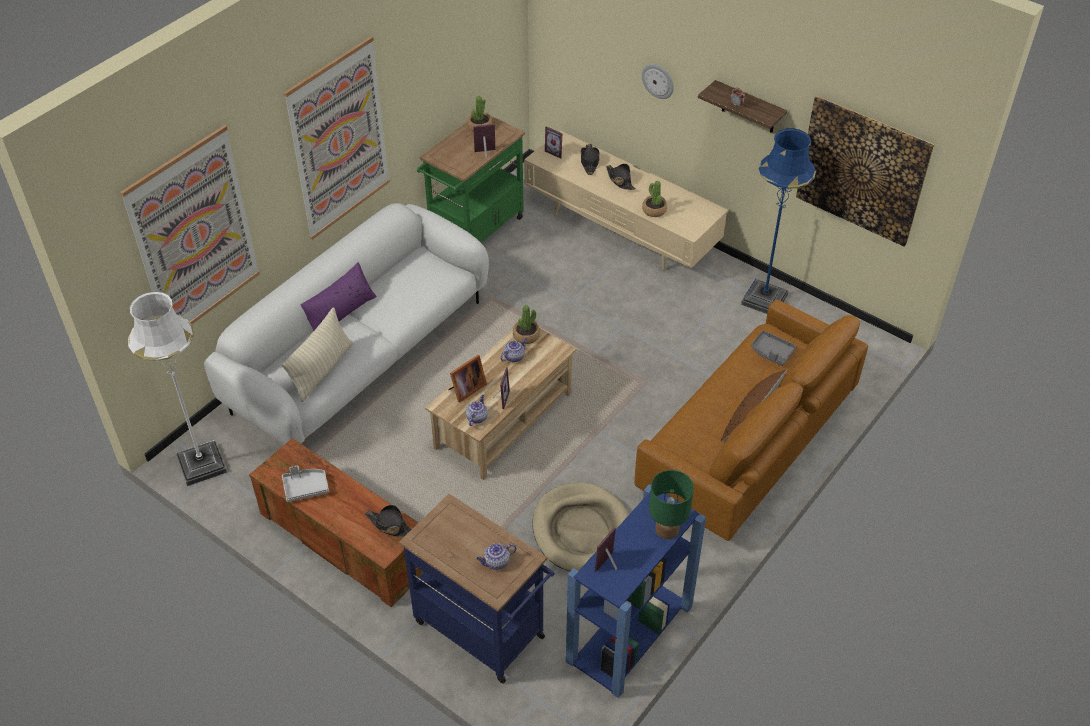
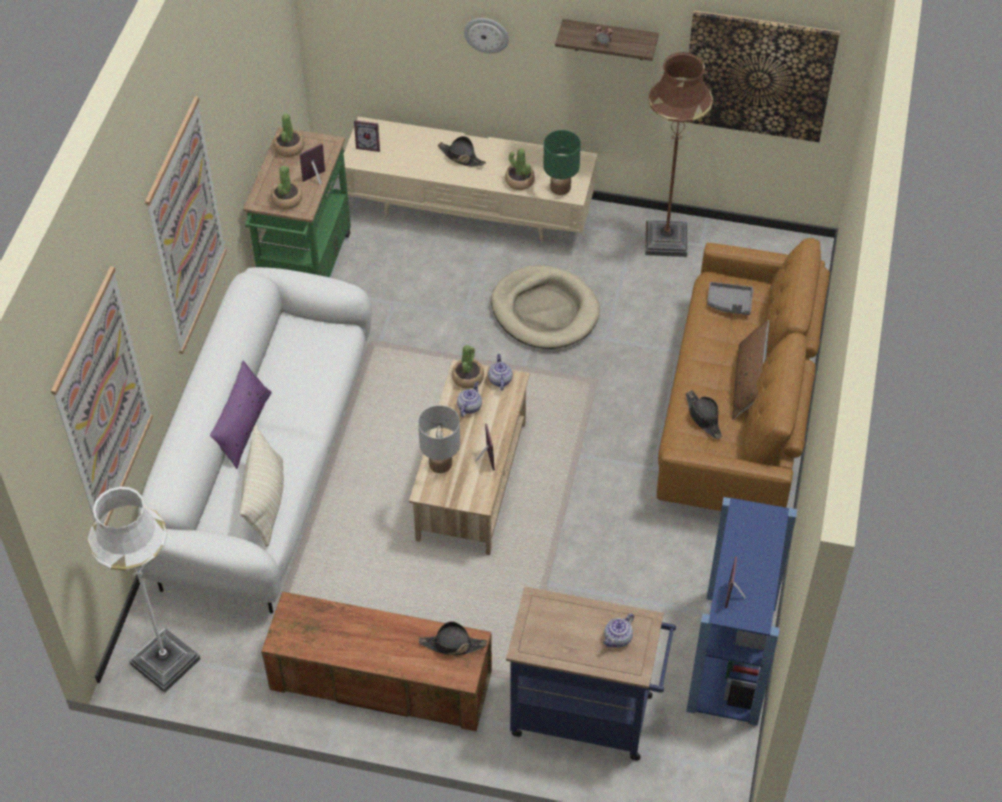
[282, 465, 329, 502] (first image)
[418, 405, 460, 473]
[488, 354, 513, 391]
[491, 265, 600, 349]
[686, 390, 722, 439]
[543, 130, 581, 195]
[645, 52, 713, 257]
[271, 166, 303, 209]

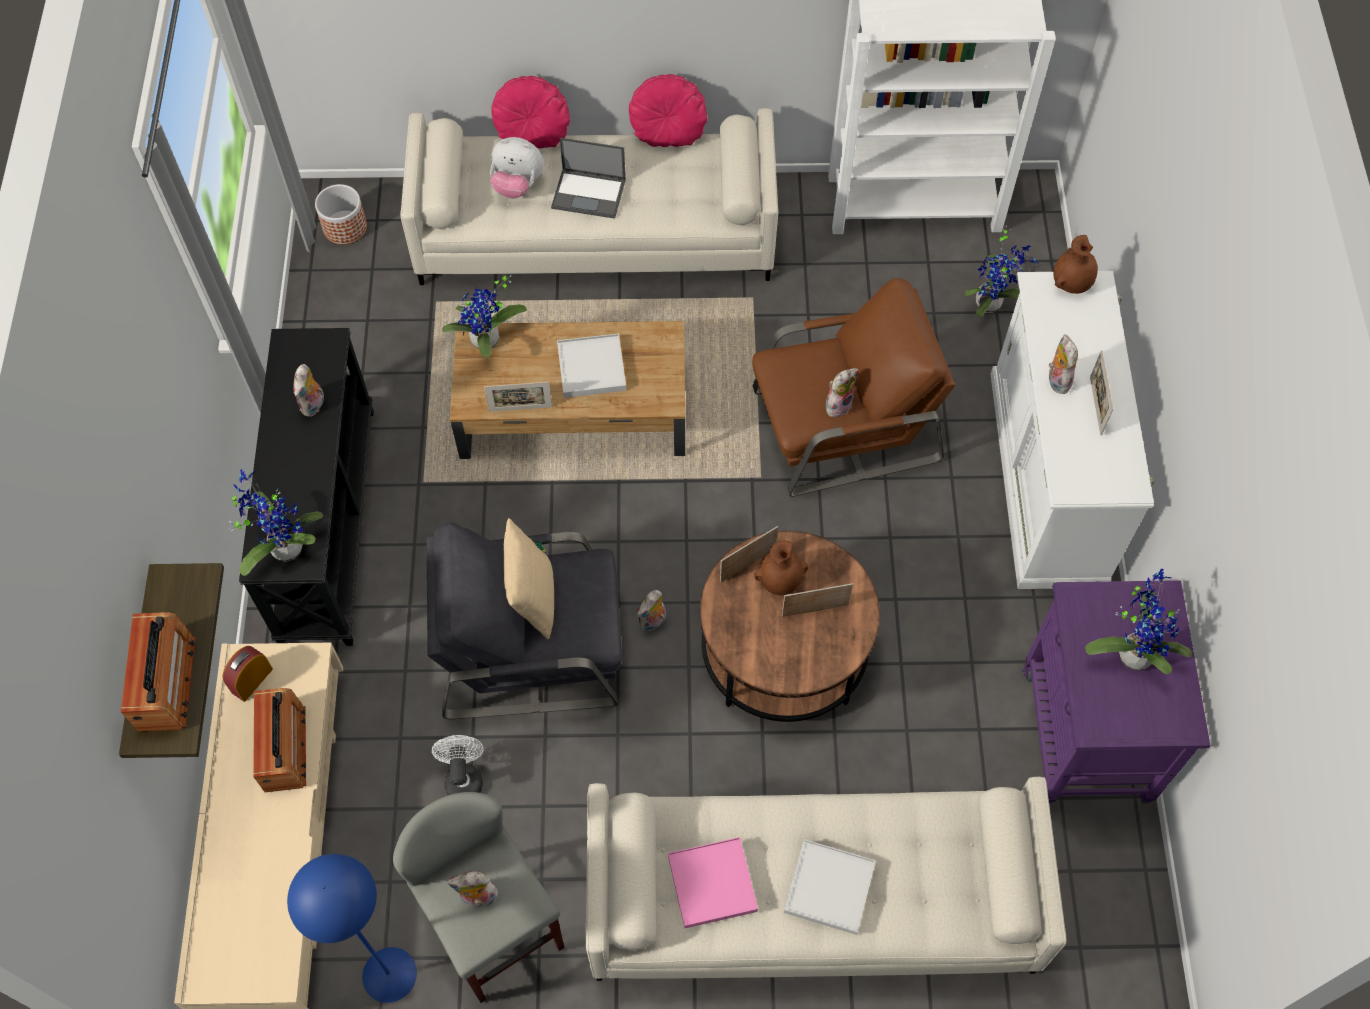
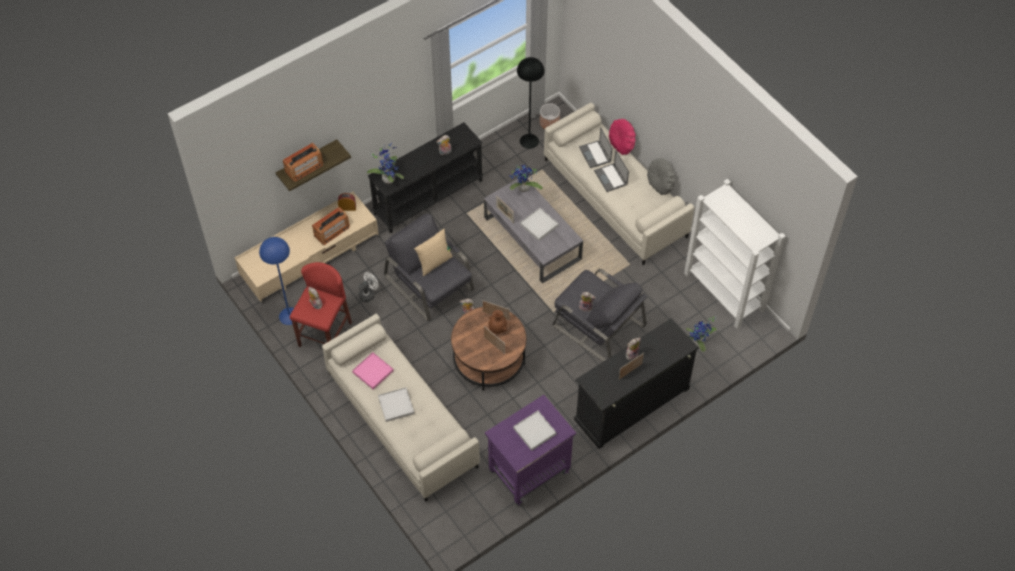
[290, 262, 352, 347]
[484, 179, 583, 284]
[579, 127, 612, 168]
[647, 158, 675, 195]
[553, 269, 647, 361]
[574, 318, 699, 449]
[1053, 235, 1098, 294] (first image)
[513, 411, 556, 451]
[517, 57, 545, 149]

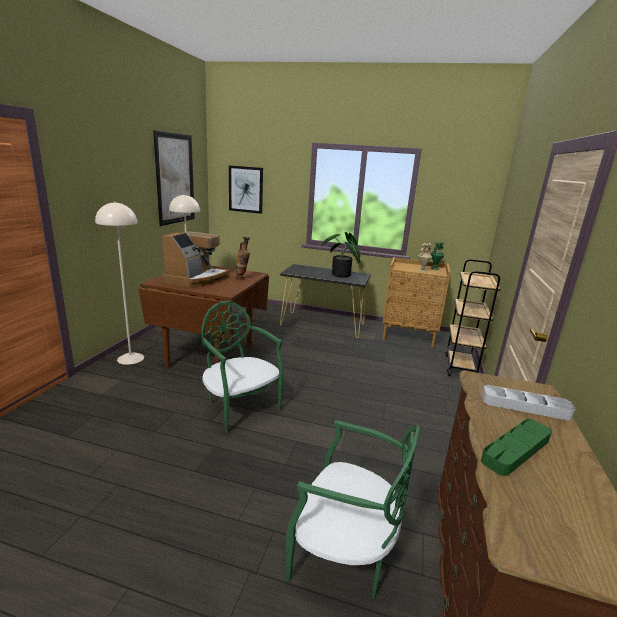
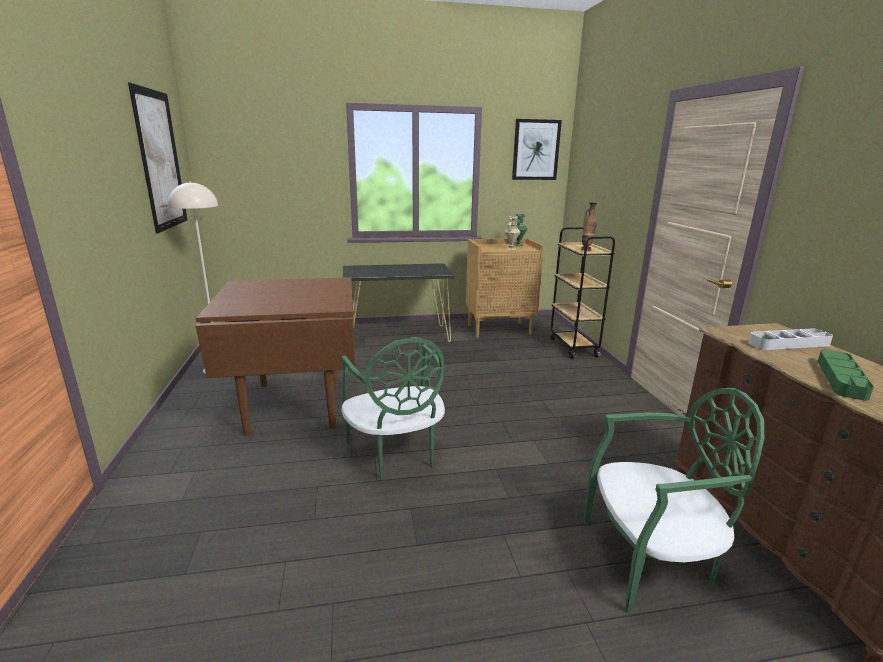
[95, 202, 144, 365] (first image)
[162, 231, 230, 287] (first image)
[341, 337, 445, 479]
[512, 119, 562, 180]
[581, 202, 598, 251]
[321, 232, 360, 277] (first image)

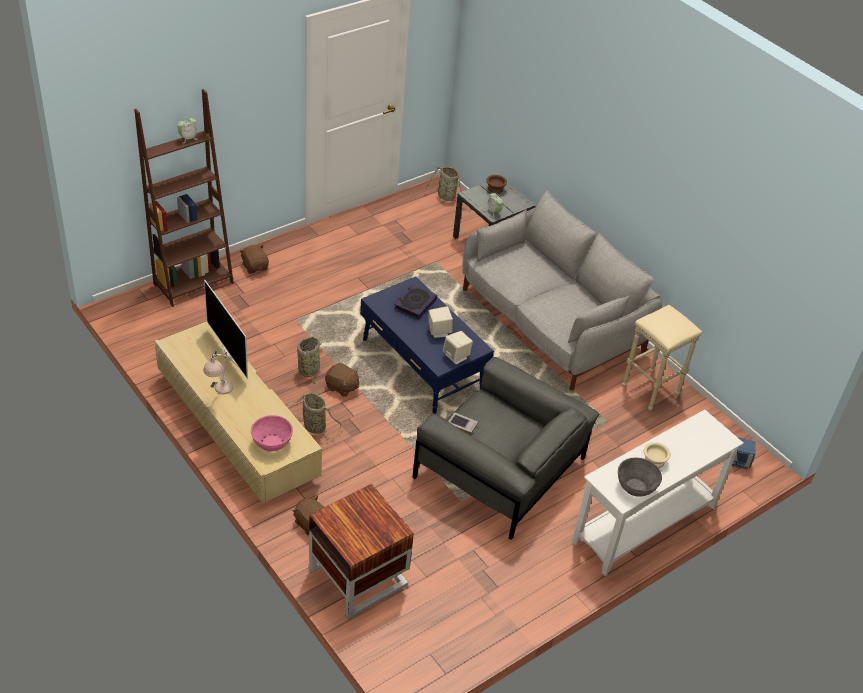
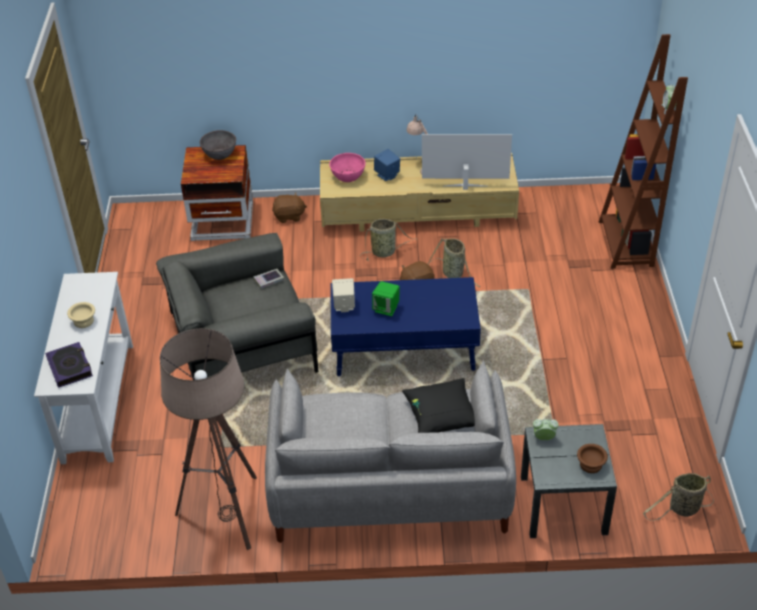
[239, 245, 269, 274] (first image)
[45, 342, 93, 388]
[372, 281, 400, 316]
[200, 130, 236, 160]
[160, 328, 257, 550]
[374, 149, 400, 181]
[402, 378, 475, 433]

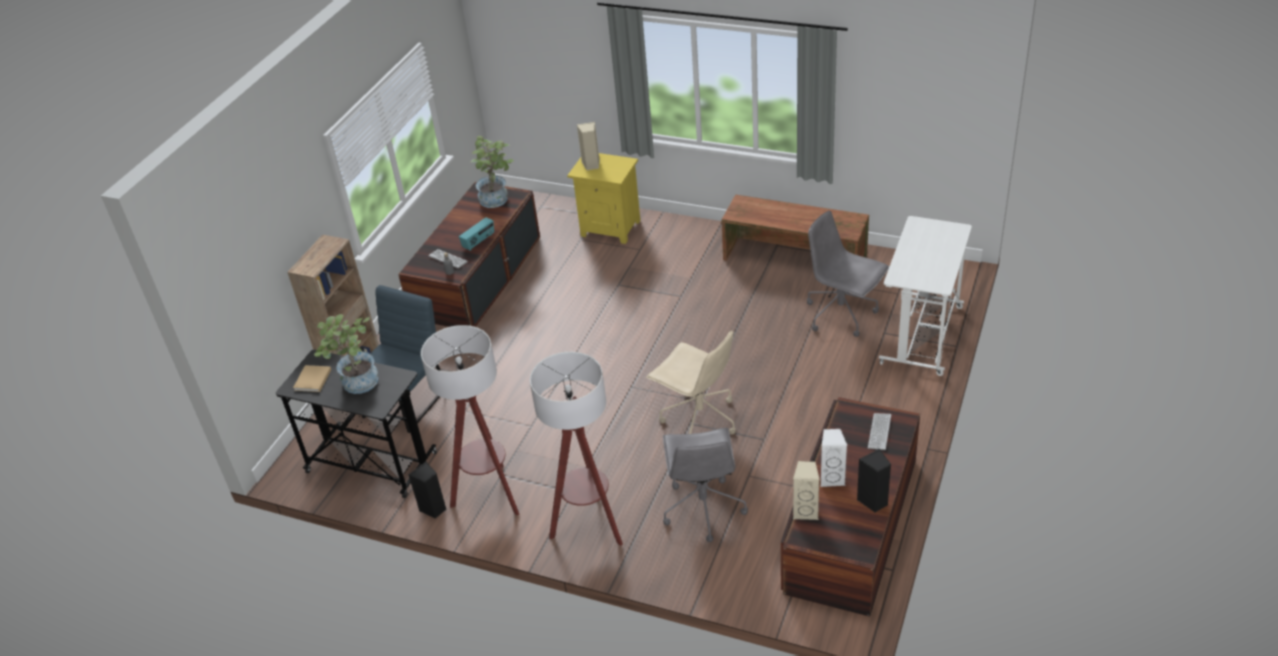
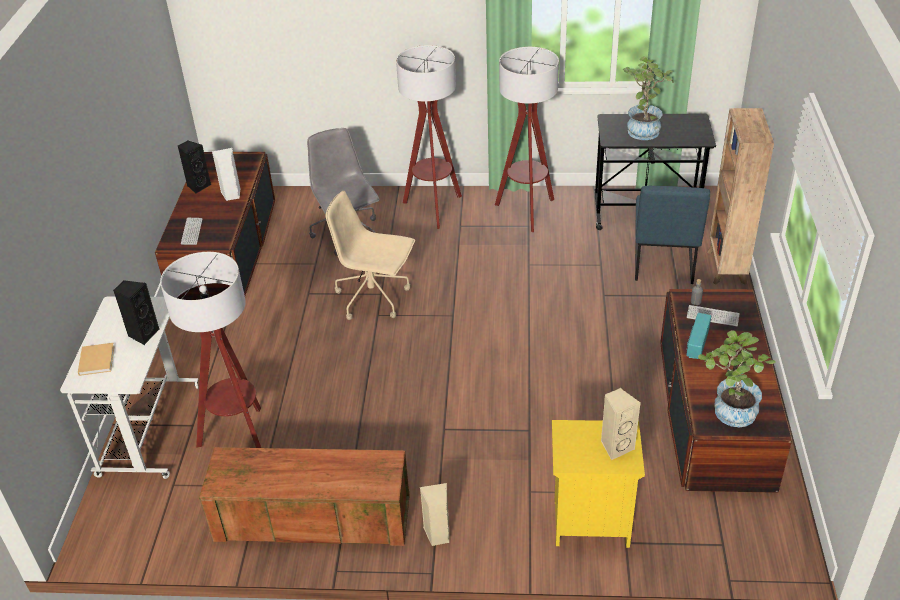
[78, 343, 114, 376]
[113, 280, 160, 345]
[420, 483, 449, 546]
[160, 252, 261, 448]

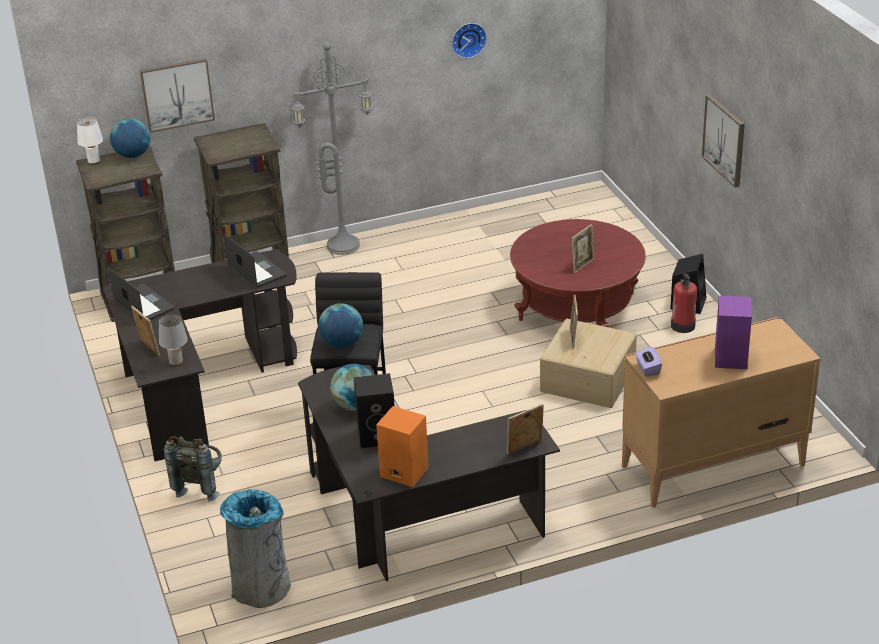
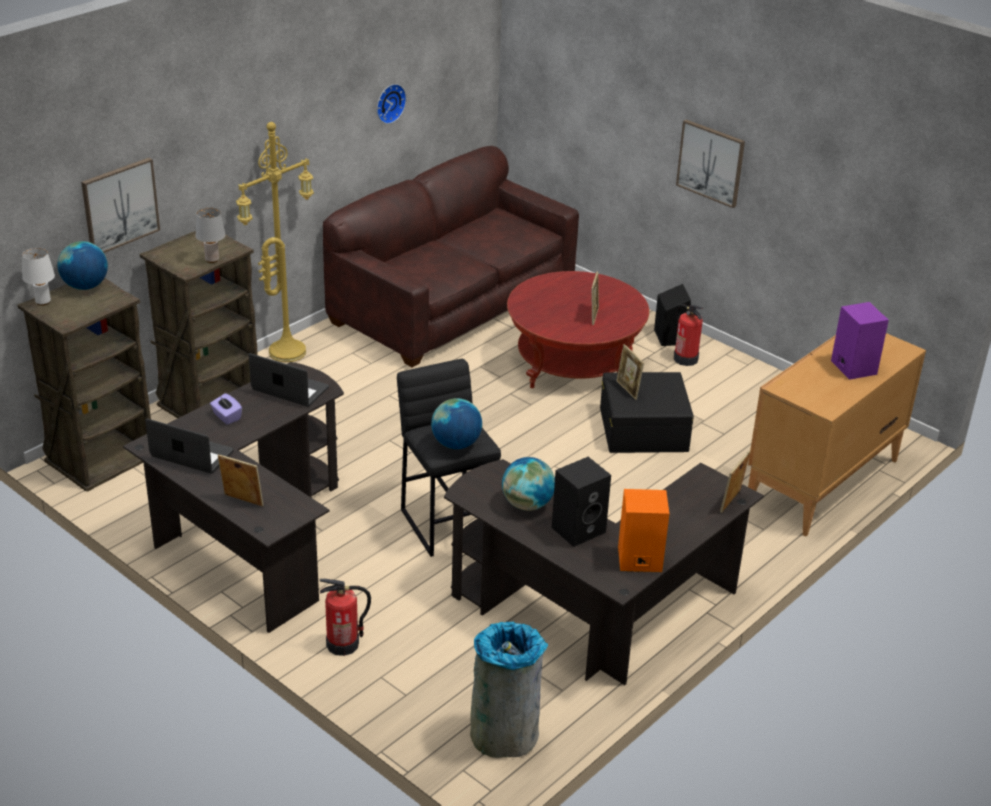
[196, 208, 226, 263]
[320, 579, 371, 656]
[236, 122, 314, 362]
[600, 372, 694, 453]
[210, 393, 242, 425]
[323, 146, 579, 367]

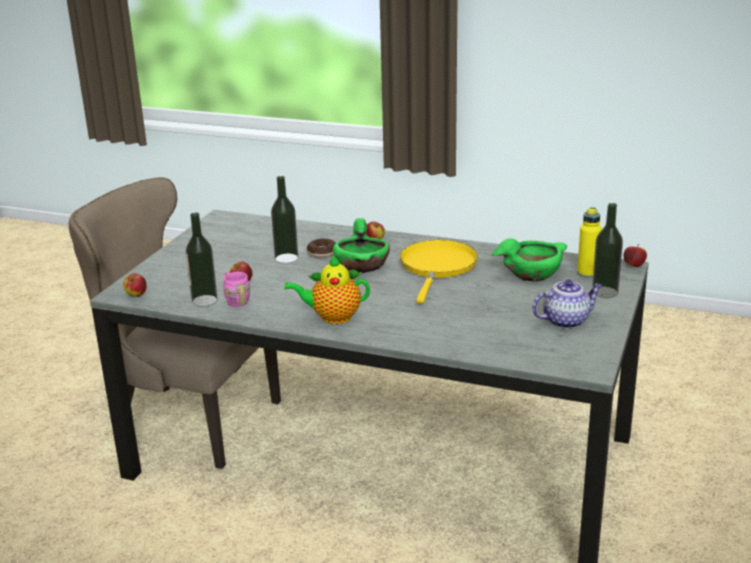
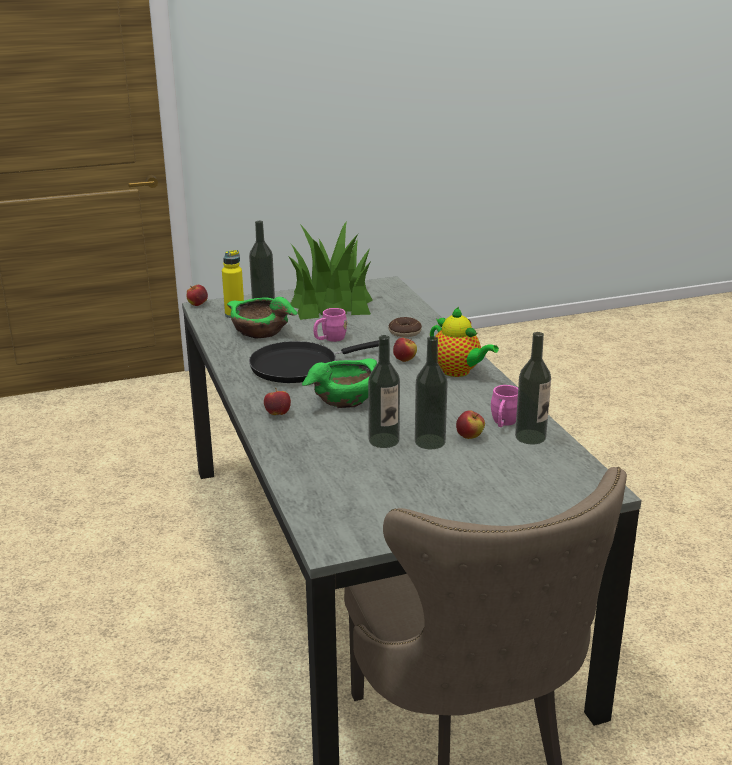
[393, 338, 417, 362]
[389, 317, 422, 337]
[249, 340, 379, 383]
[288, 221, 373, 320]
[314, 308, 347, 342]
[415, 336, 447, 449]

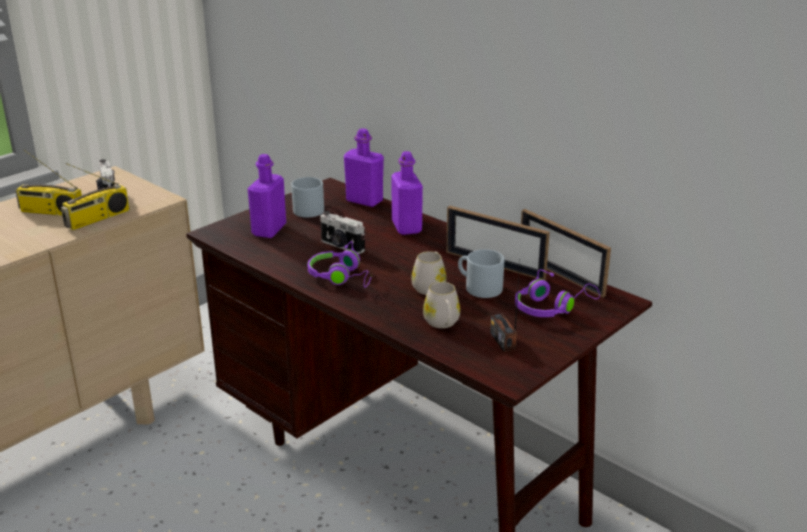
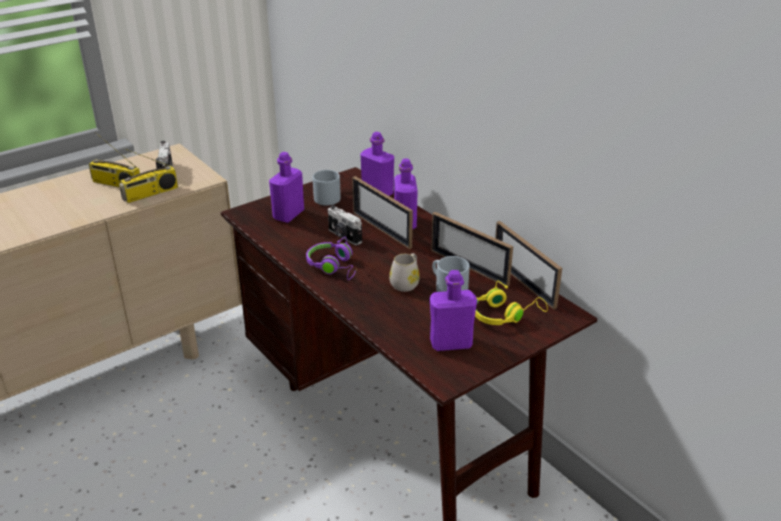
[423, 282, 460, 328] (first image)
[430, 270, 477, 351]
[475, 281, 548, 325]
[352, 176, 413, 249]

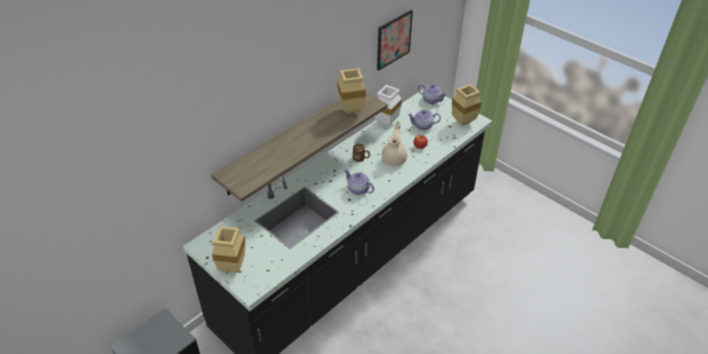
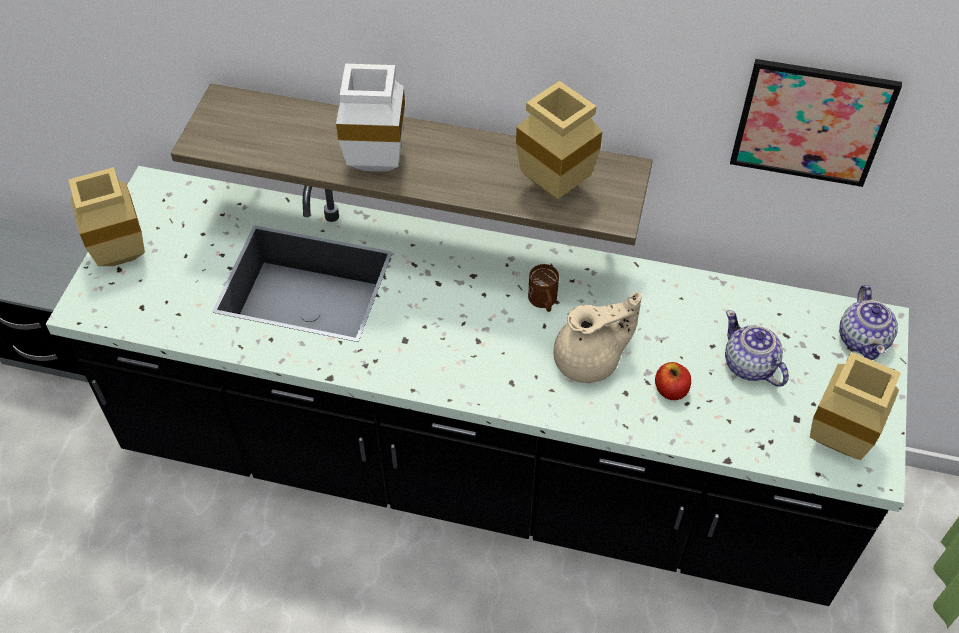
[344, 169, 374, 195] (first image)
[336, 64, 405, 172]

